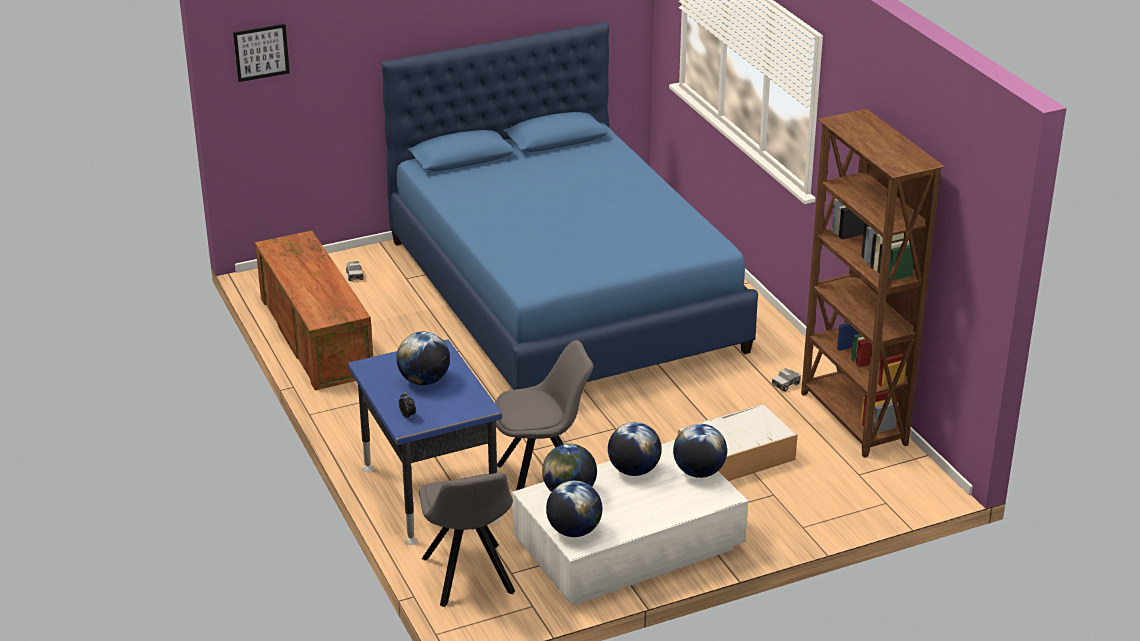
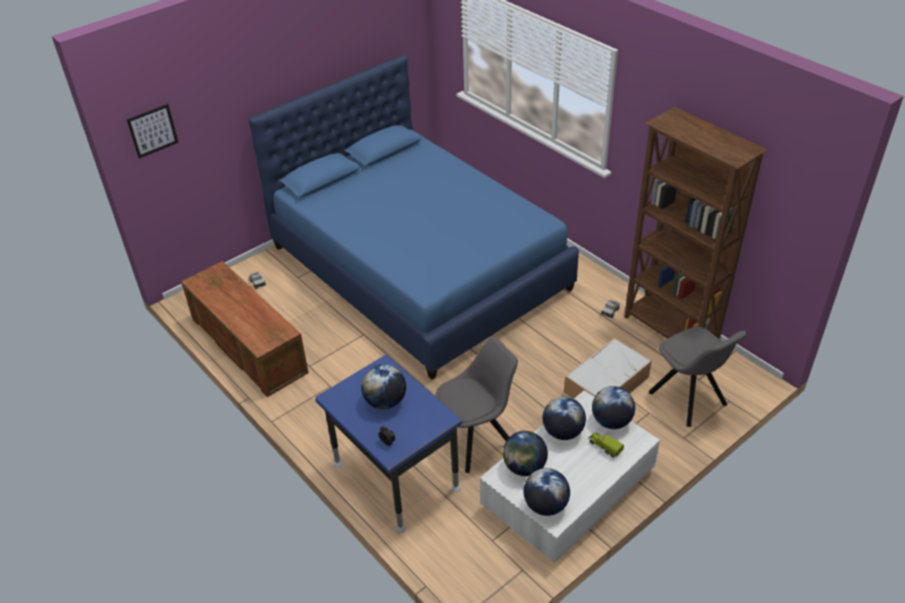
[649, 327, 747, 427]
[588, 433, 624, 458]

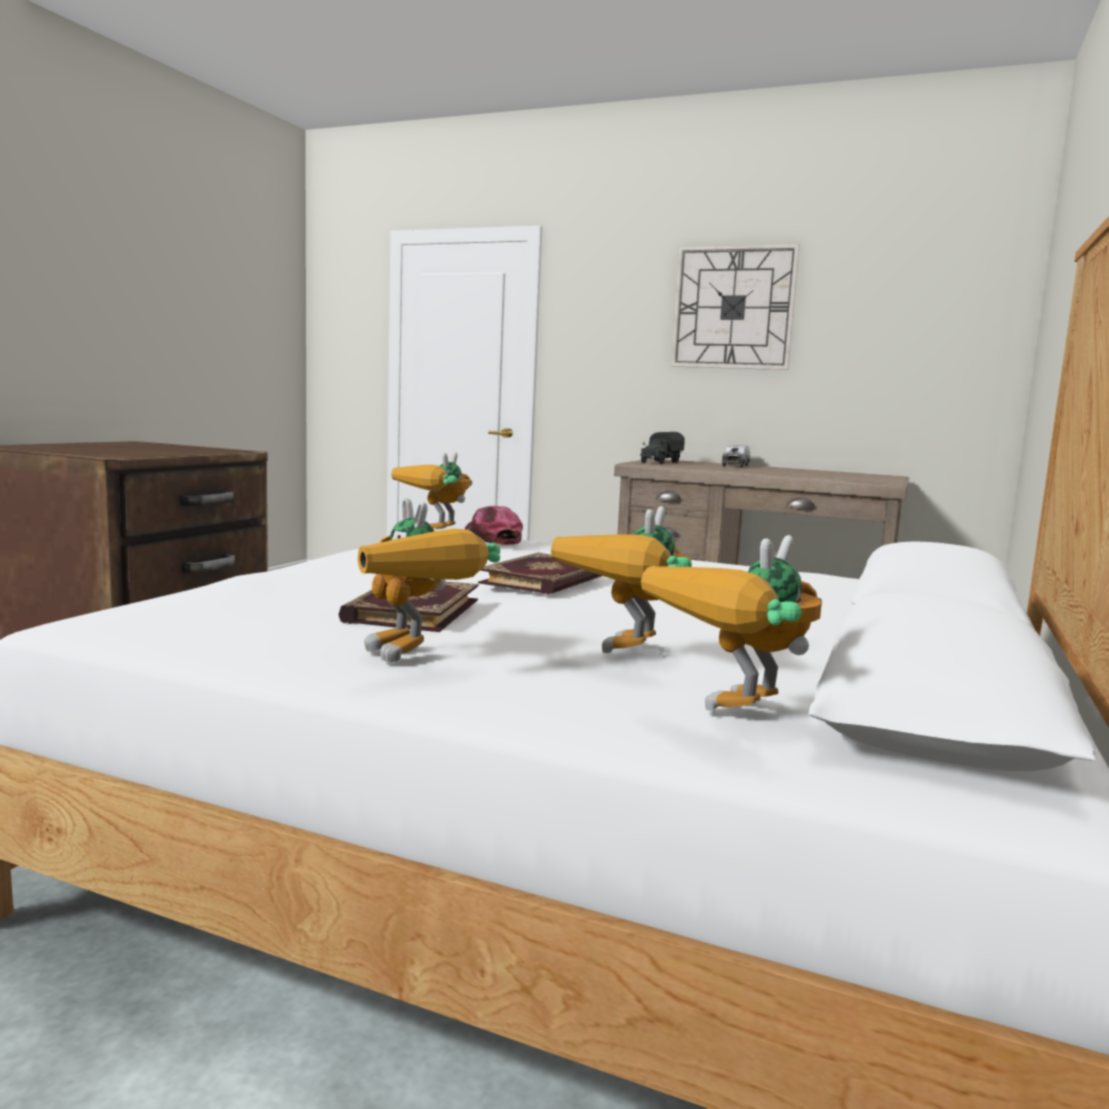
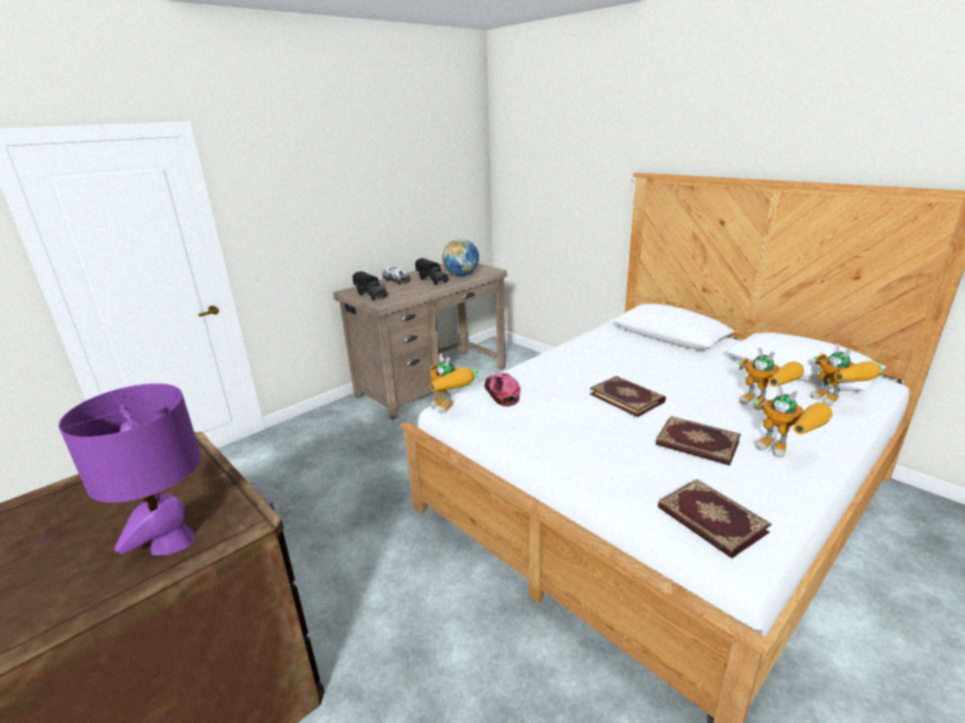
[753, 385, 832, 458]
[484, 373, 520, 407]
[671, 244, 800, 370] (first image)
[59, 383, 201, 555]
[415, 258, 449, 285]
[442, 238, 479, 276]
[658, 479, 772, 558]

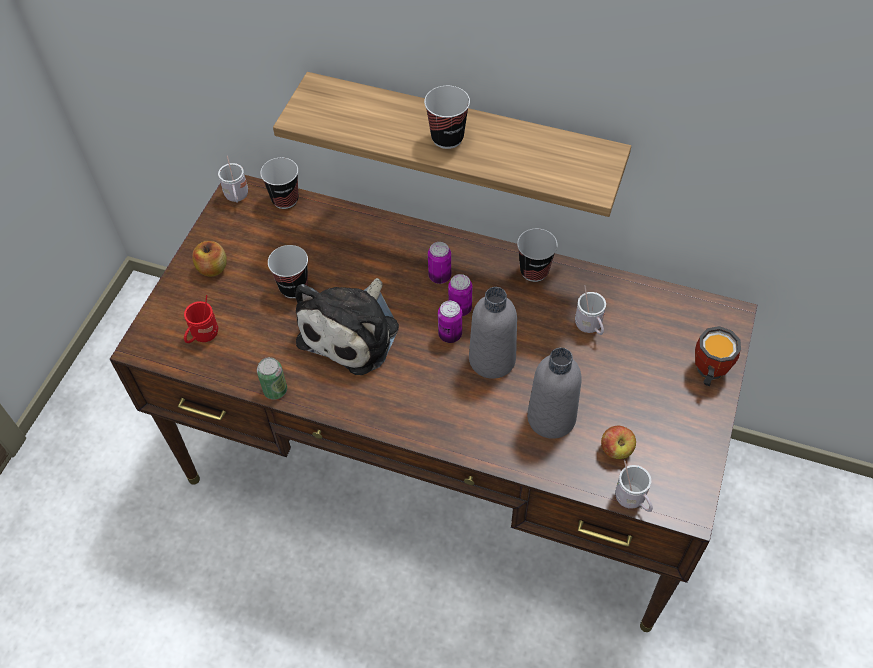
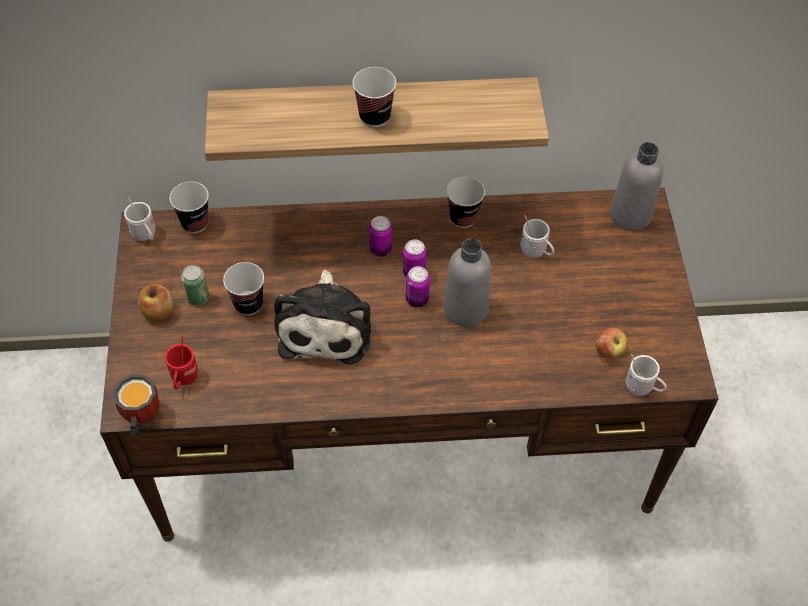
[181, 265, 210, 306]
[610, 142, 663, 231]
[113, 374, 160, 436]

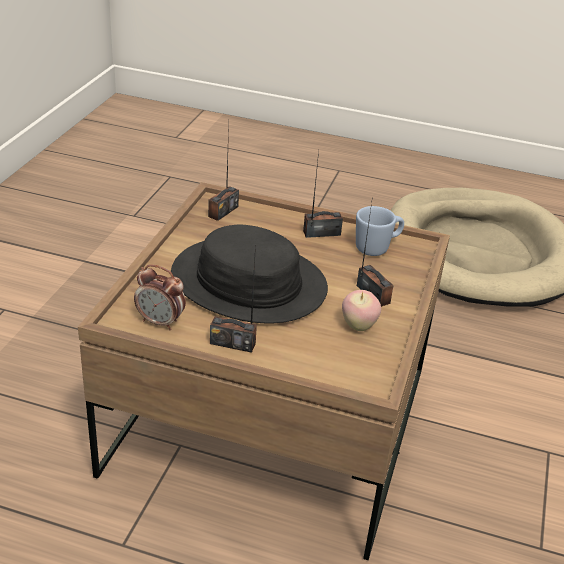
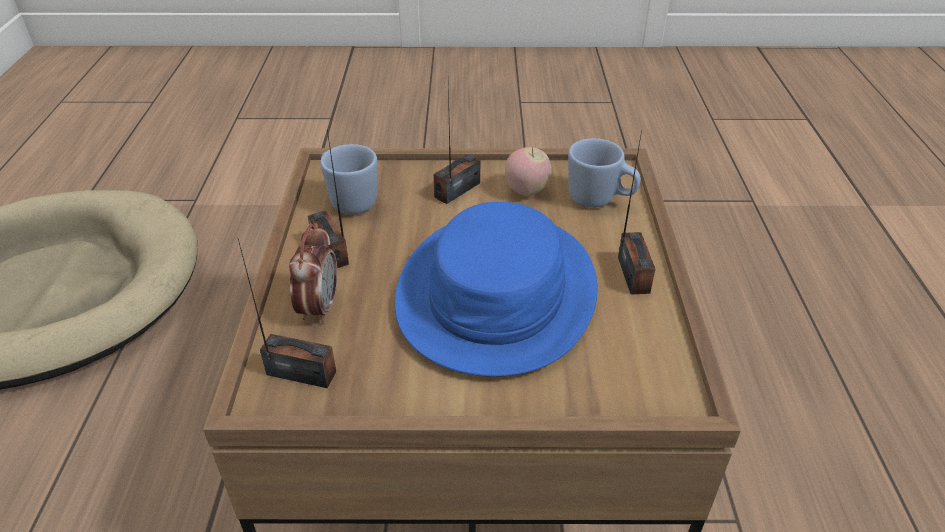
[289, 223, 338, 324]
[395, 202, 597, 377]
[568, 138, 641, 208]

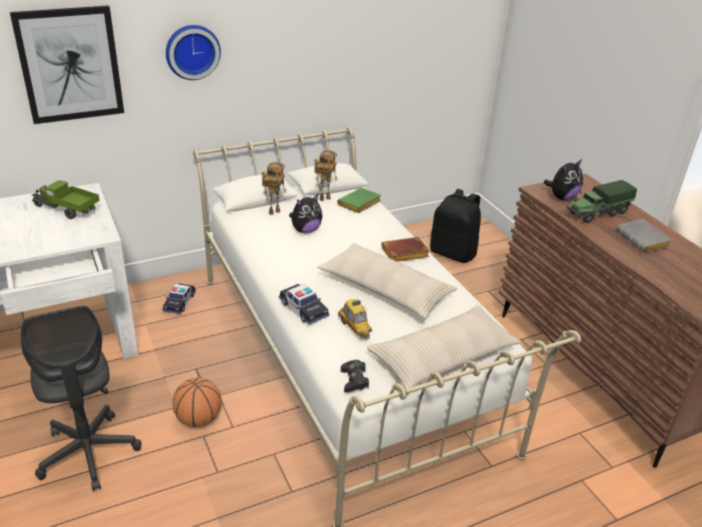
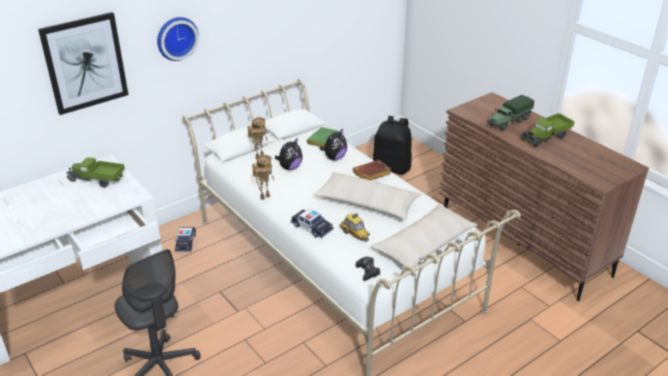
[173, 378, 222, 427] (first image)
[252, 155, 274, 200]
[320, 129, 347, 160]
[521, 113, 575, 148]

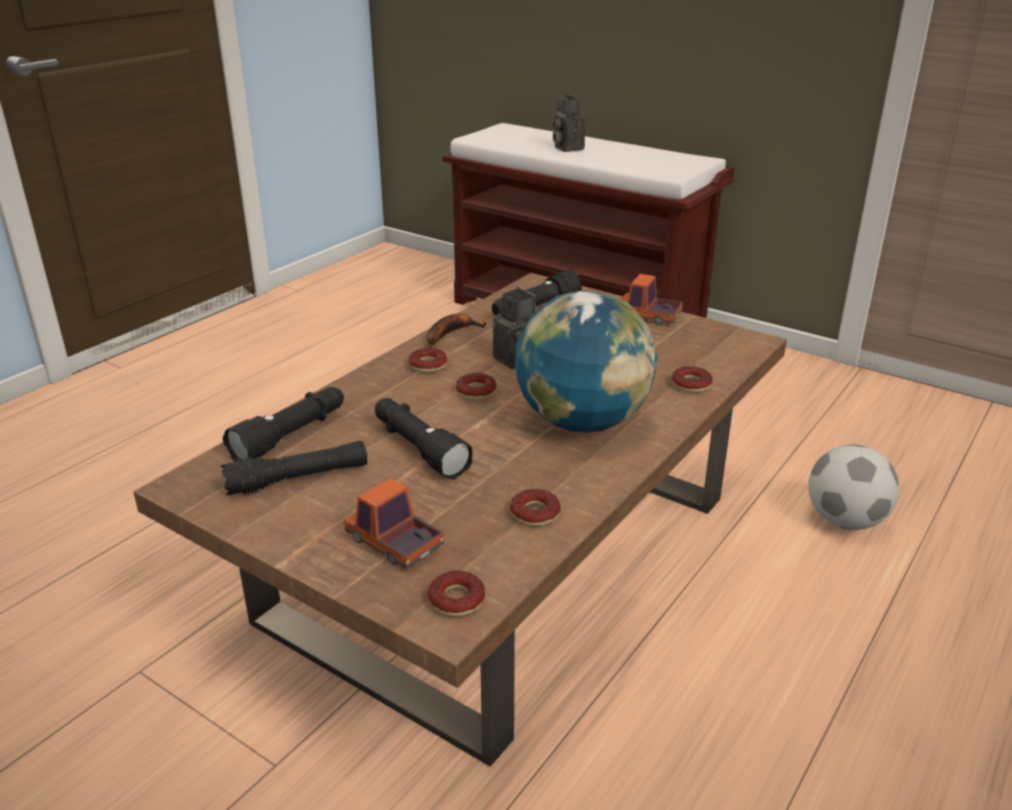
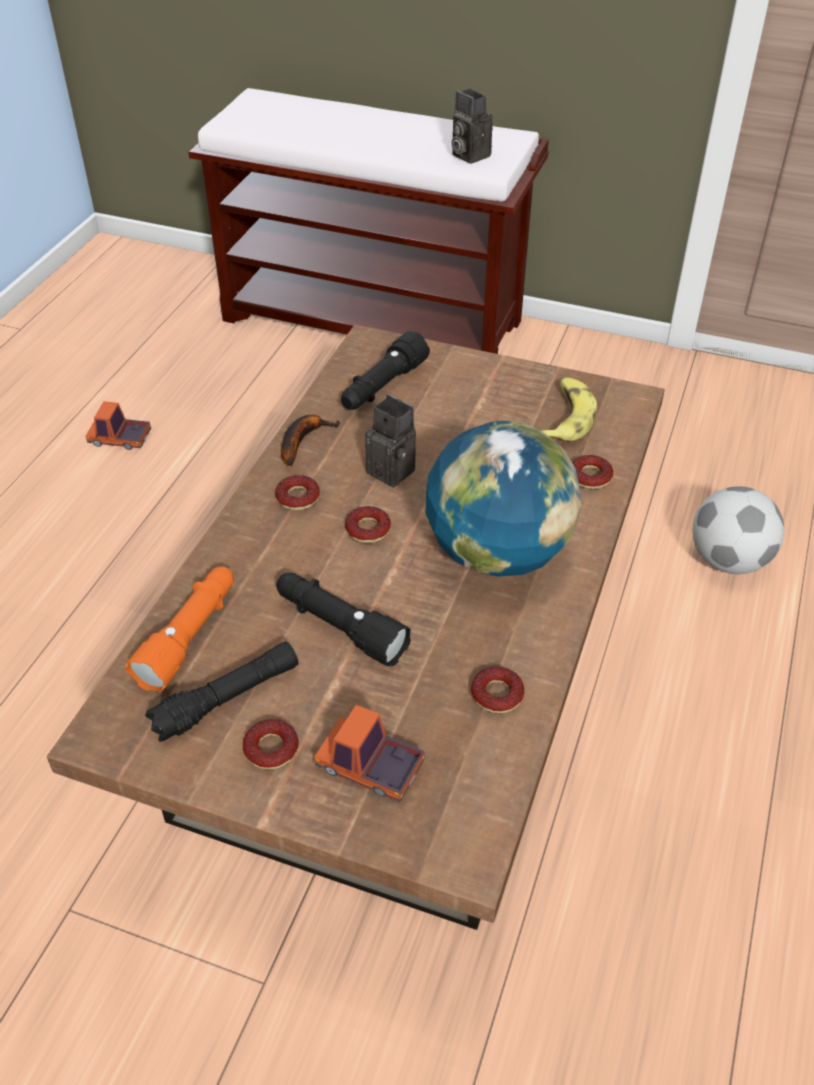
[125, 566, 234, 693]
[243, 719, 299, 769]
[451, 89, 493, 164]
[86, 401, 151, 450]
[541, 377, 597, 441]

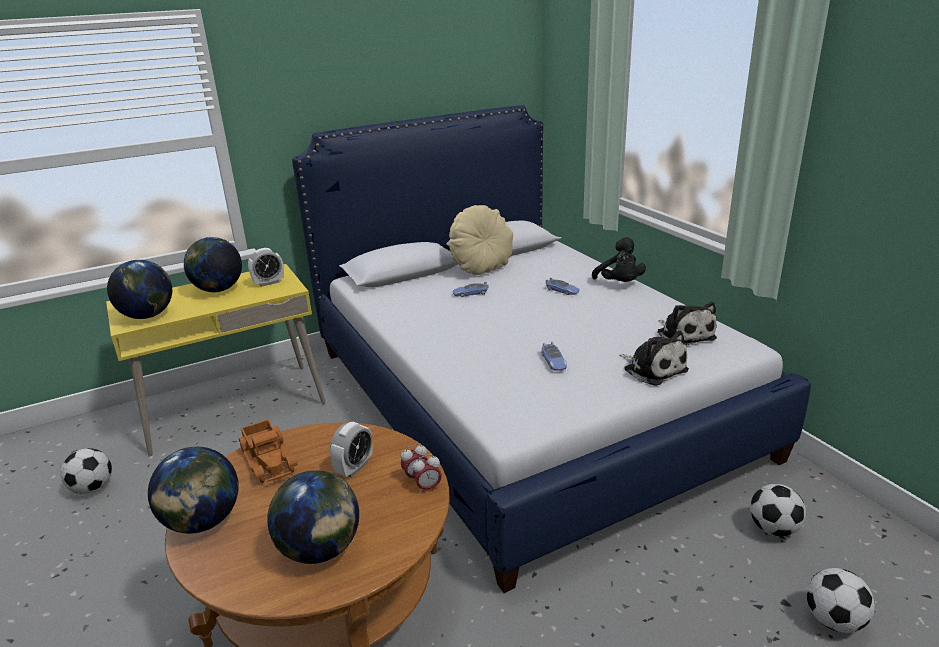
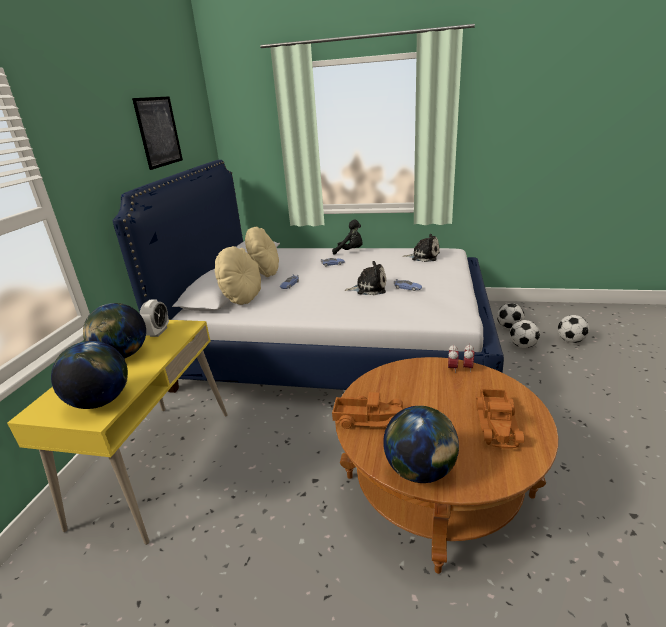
[510, 320, 540, 348]
[476, 389, 524, 449]
[330, 422, 372, 478] (first image)
[345, 261, 386, 295]
[132, 96, 183, 170]
[215, 246, 261, 305]

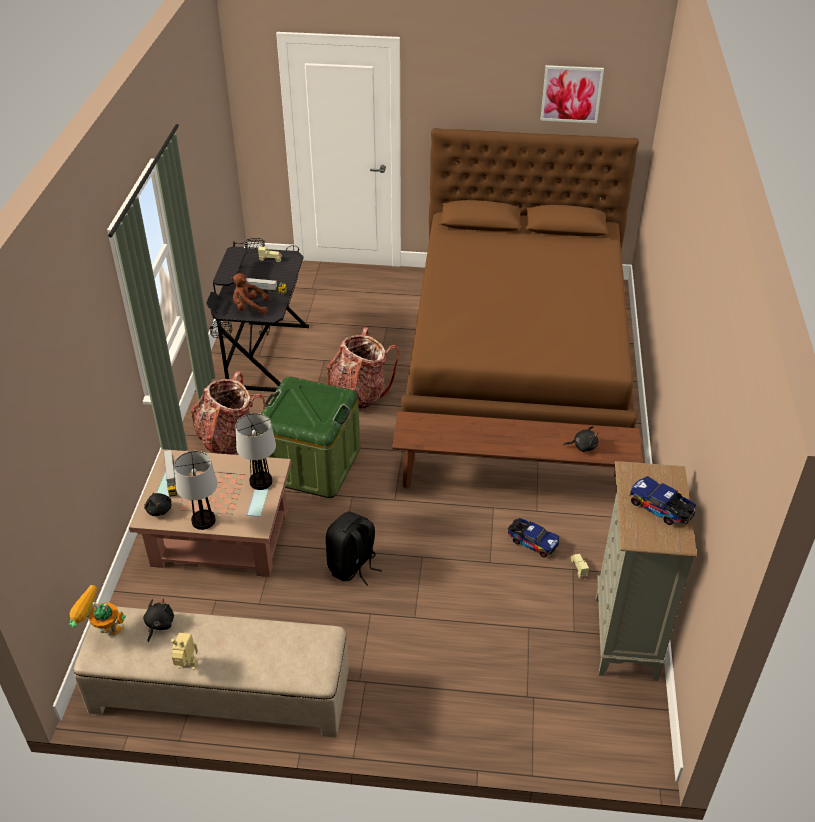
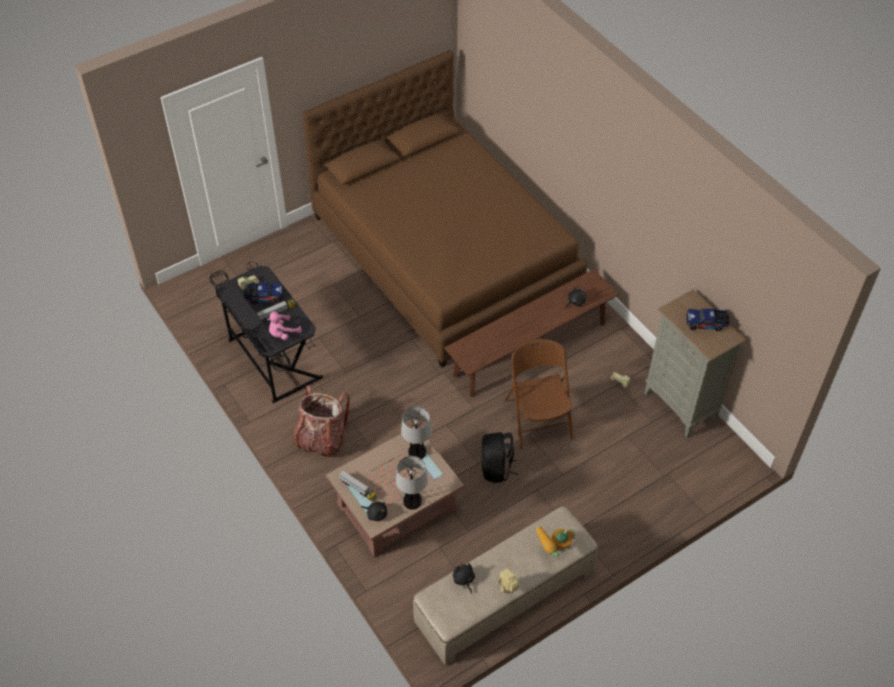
[536, 527, 575, 557]
[267, 311, 302, 340]
[256, 377, 360, 498] (first image)
[326, 327, 399, 409] (first image)
[244, 283, 283, 304]
[540, 65, 604, 123] (first image)
[504, 339, 573, 450]

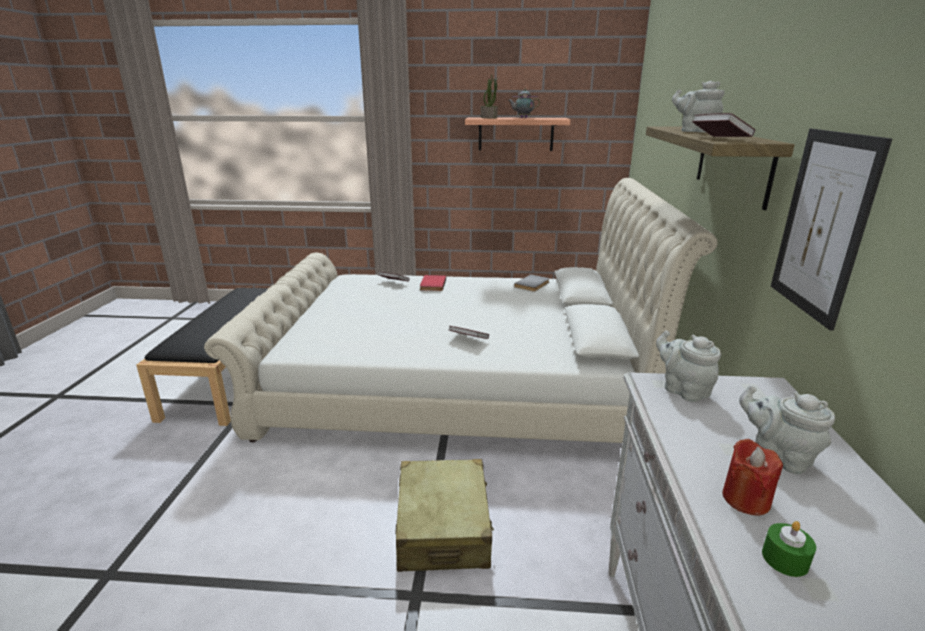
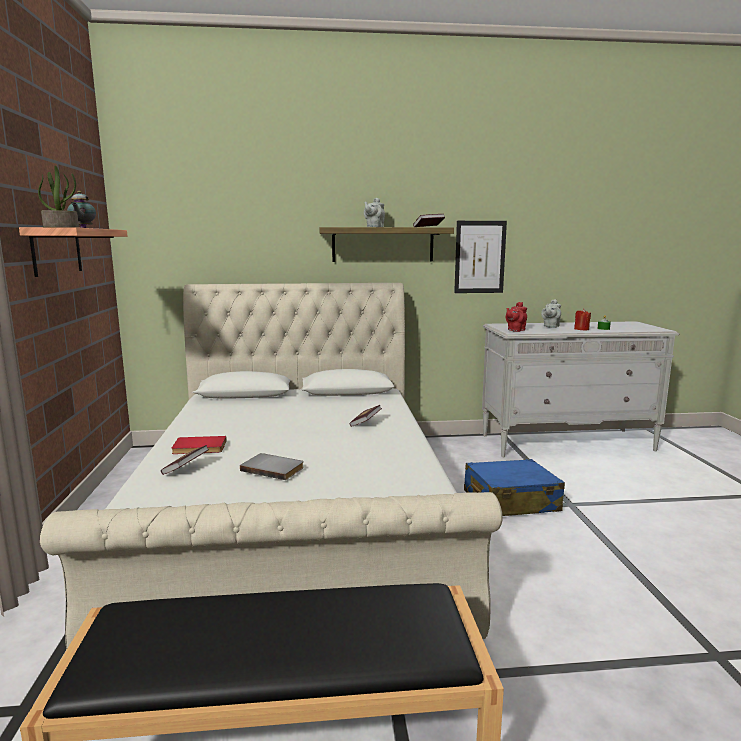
[464, 459, 565, 516]
[240, 453, 304, 480]
[506, 302, 527, 332]

